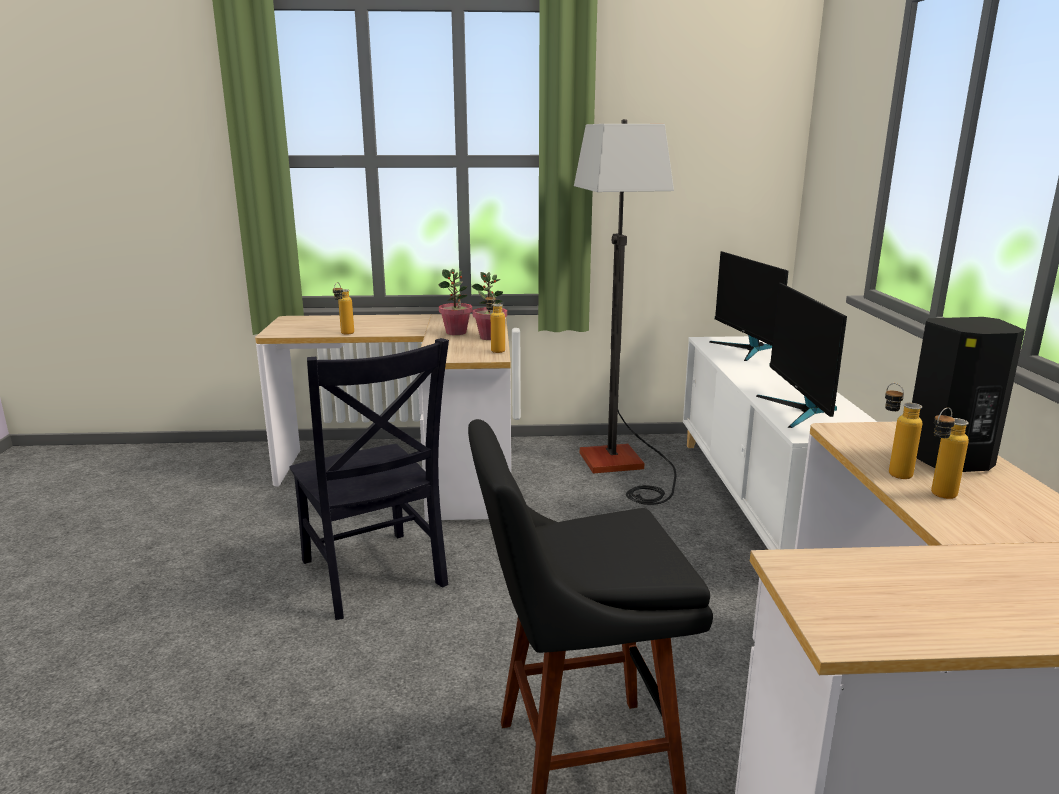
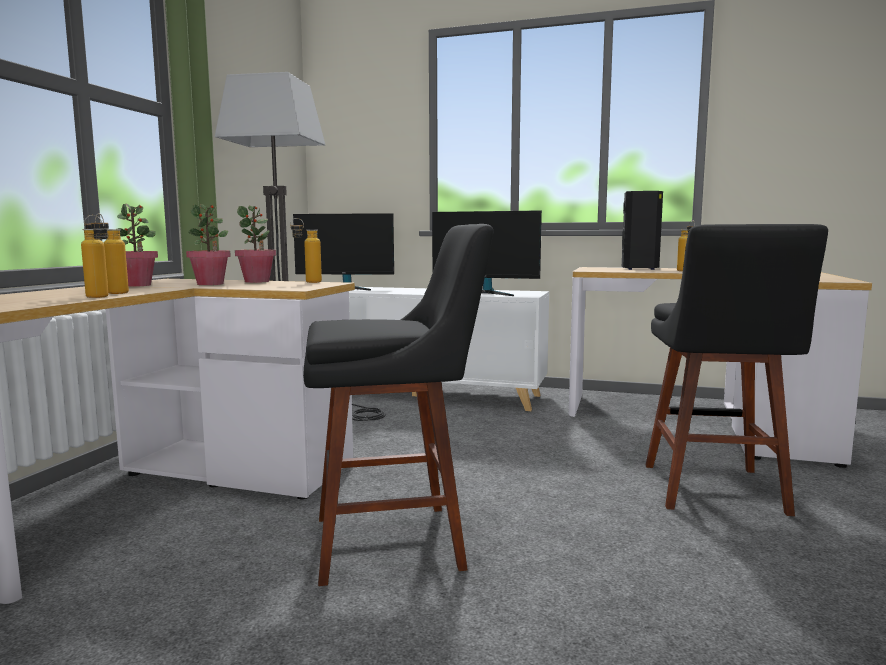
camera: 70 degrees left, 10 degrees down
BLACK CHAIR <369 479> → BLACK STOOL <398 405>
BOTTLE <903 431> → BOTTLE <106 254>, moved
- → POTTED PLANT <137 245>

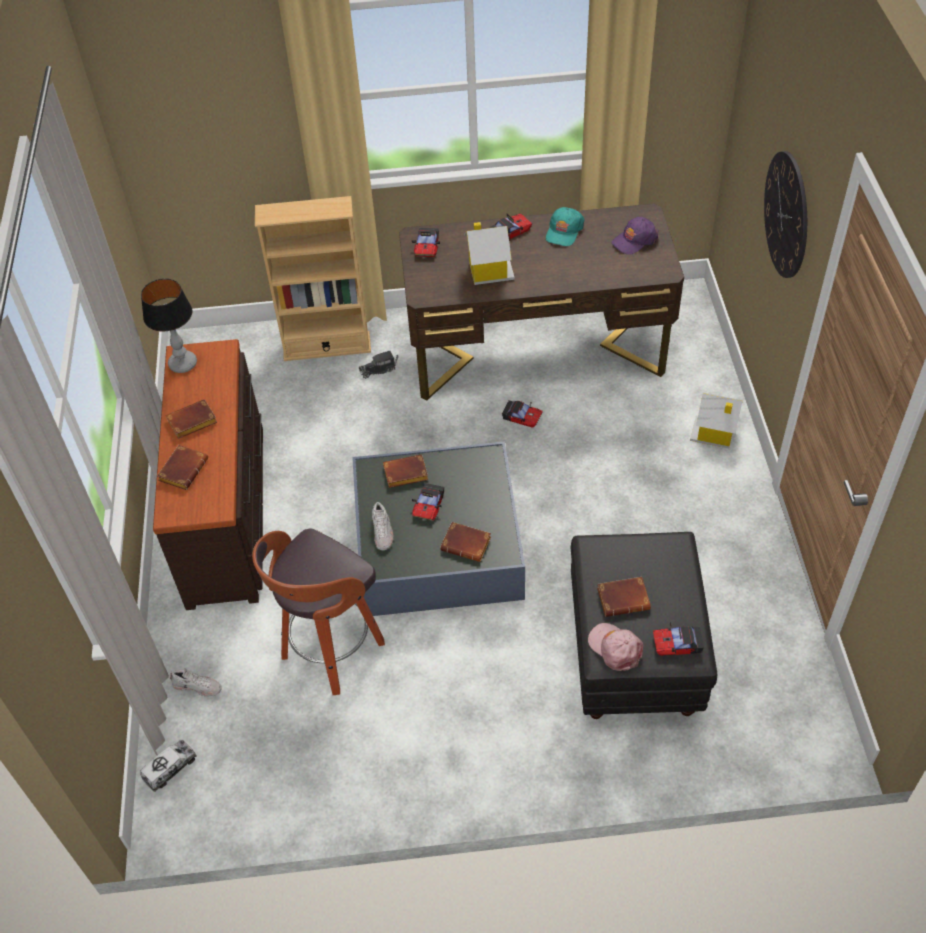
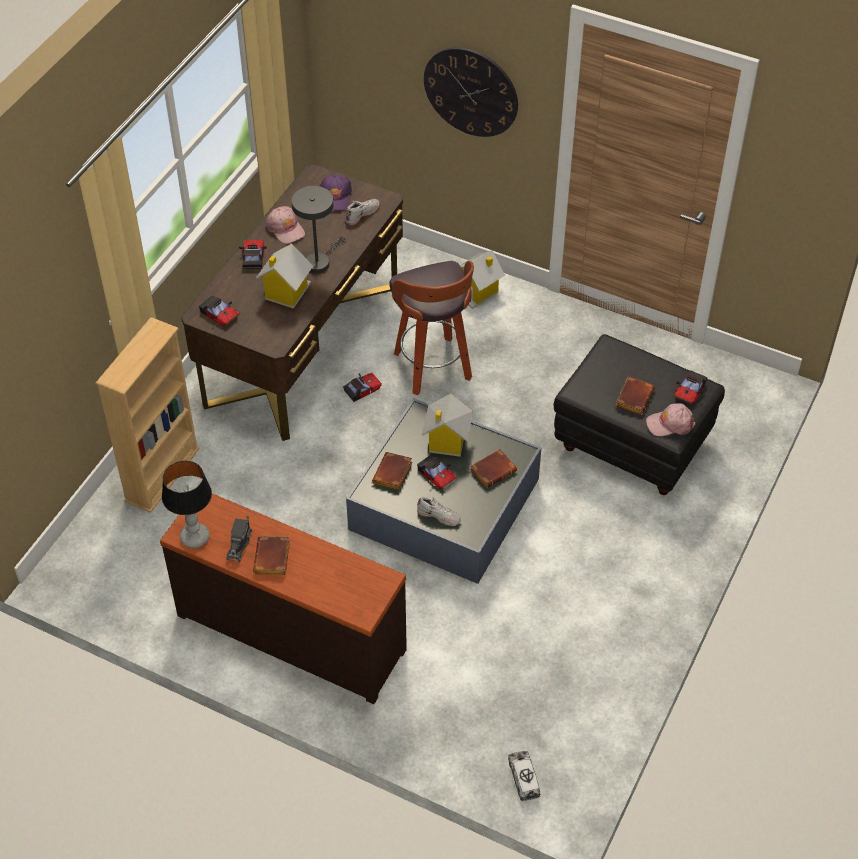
camera: 60 degrees left, 0 degrees up
TURQUOISE CAP <565 226> → PINK CAP <285 225>
TOY TRUCK <378 365> → TOY TRUCK <239 538>, moved
BROWN BOOK <182 467> → -
STOOL <318 611> → STOOL <431 328>, moved
WHITE SHOE <196 683> → WHITE SHOE <362 212>, moved
- → GREY TABLE LAMP <318 229>
- → TOY HOUSE <447 425>

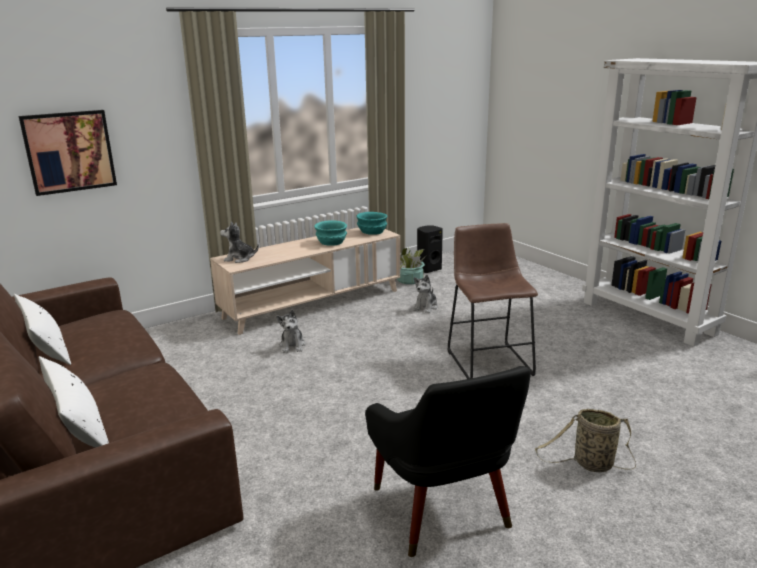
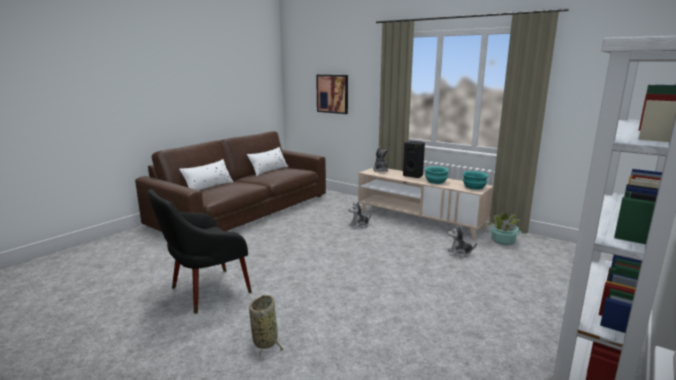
camera: 70 degrees right, 5 degrees down
BROWN STOOL <493 301> → -
BLACK SPEAKER <430 249> → BLACK SPEAKER <414 159>, moved

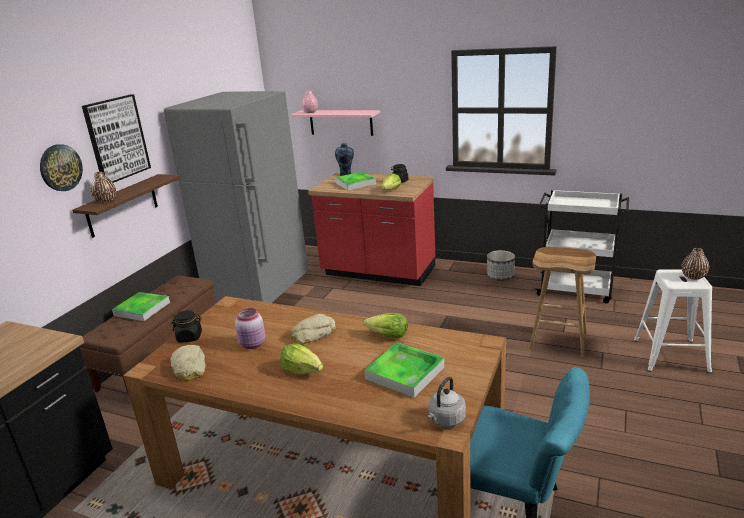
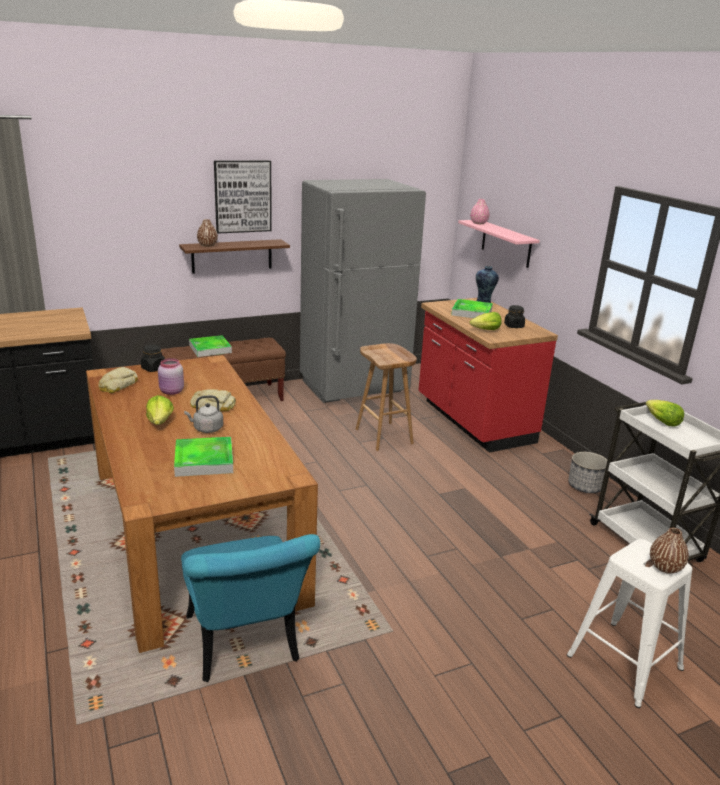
camera: 40 degrees right, 0 degrees up
WALL CLOCK <61 167> → -
BROWN STOOL <562 302> → BROWN STOOL <386 397>, moved
LETTUCE <386 325> → LETTUCE <665 413>, moved
GREY KETTLE <447 402> → GREY KETTLE <203 414>, moved

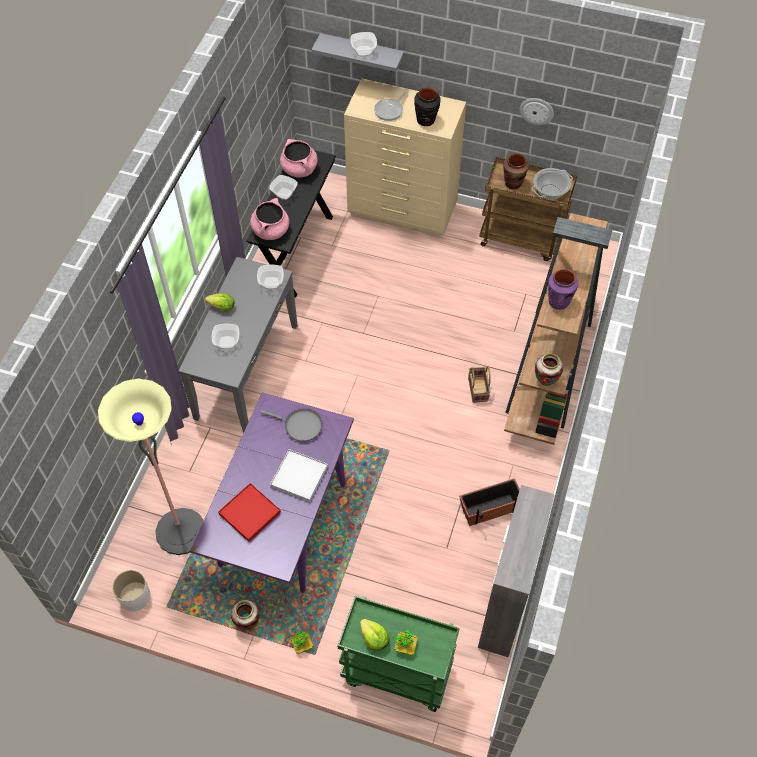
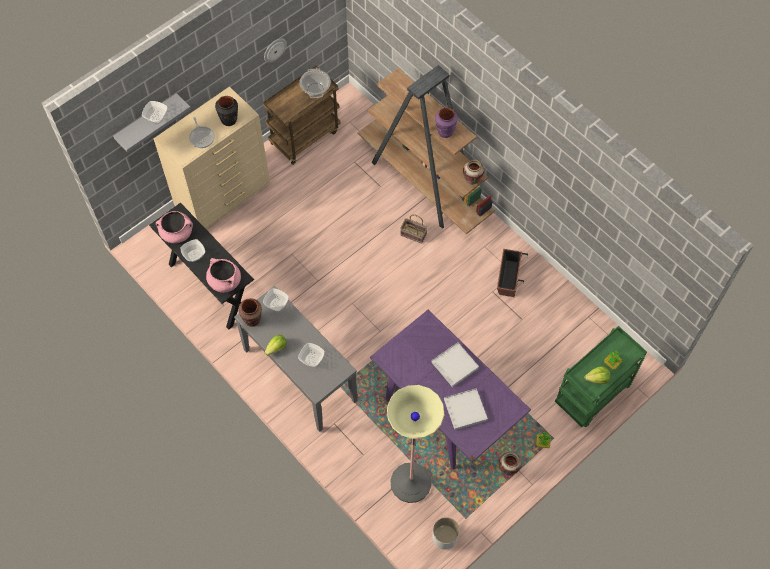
camera: 60 degrees left, 5 degrees up
BROWN VASE <516 171> → BROWN VASE <250 312>, moved
GREY FRYING PAN <291 425> → -
RED TRAY <249 512> → WHITE TRAY <466 409>
GREY CABINET <516 571> → -

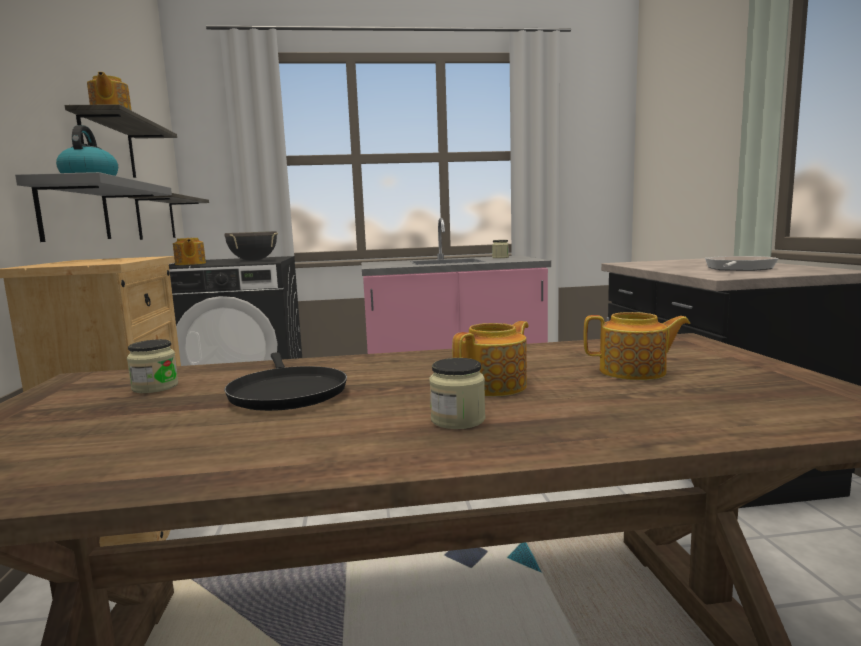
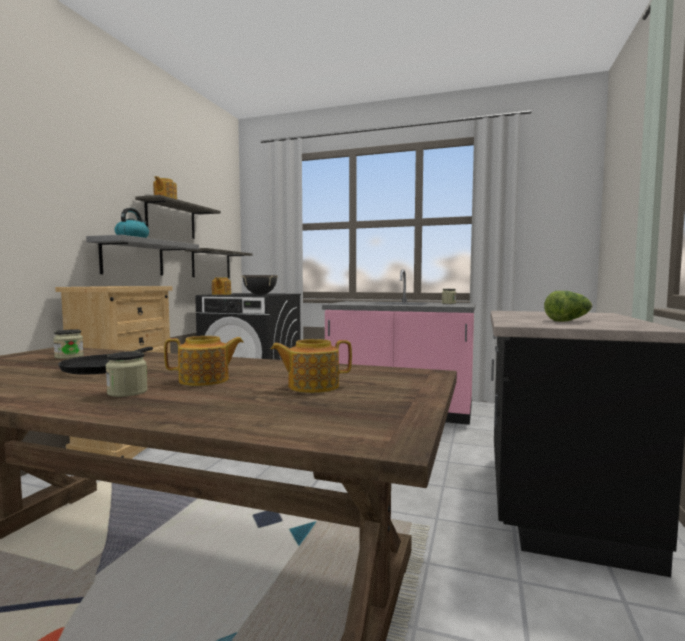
camera: 25 degrees right, 5 degrees down
FRYING PAN <742 263> → LETTUCE <568 306>
TEAPOT <636 346> → TEAPOT <311 366>, 135 degrees clockwise

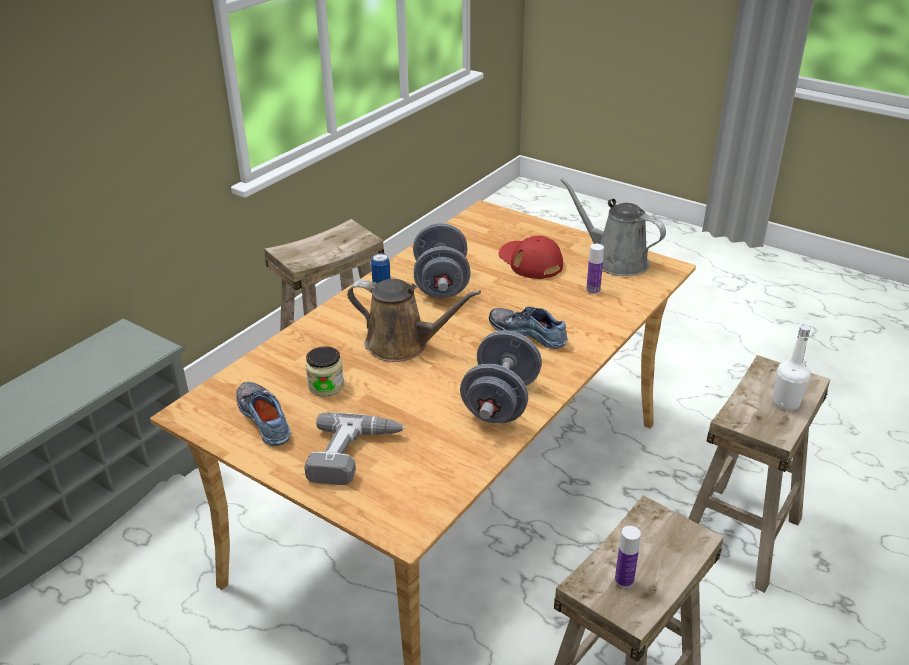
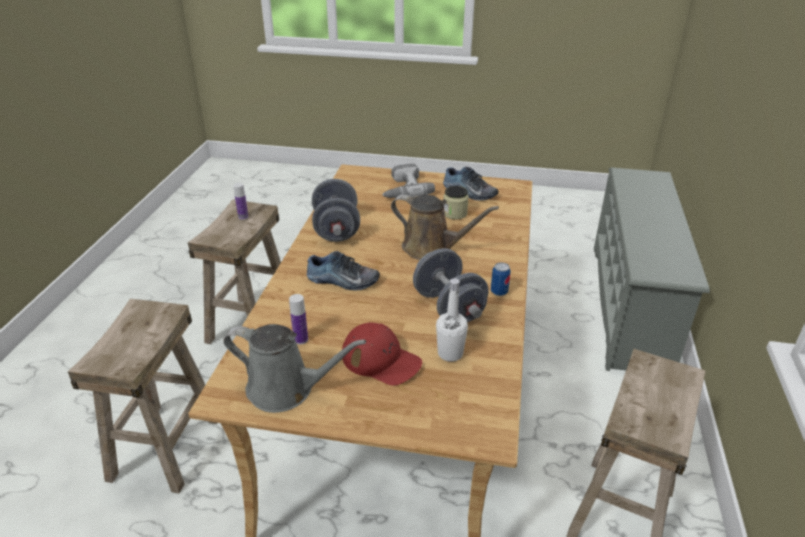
camera: 155 degrees right, 0 degrees up
BROWN WATERING CAN <414 320> → BROWN WATERING CAN <445 227>, 150 degrees counterclockwise
WHITE BOTTLE <792 367> → WHITE BOTTLE <452 320>, moved

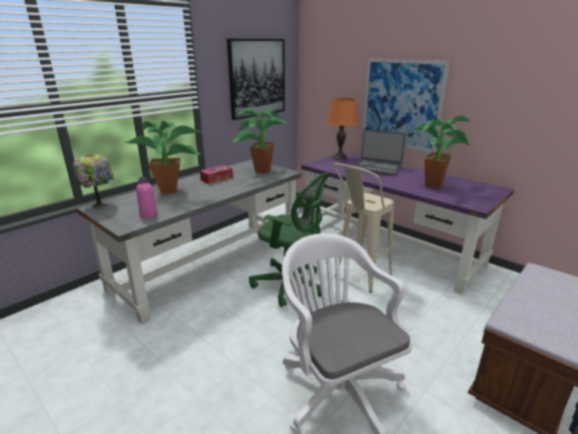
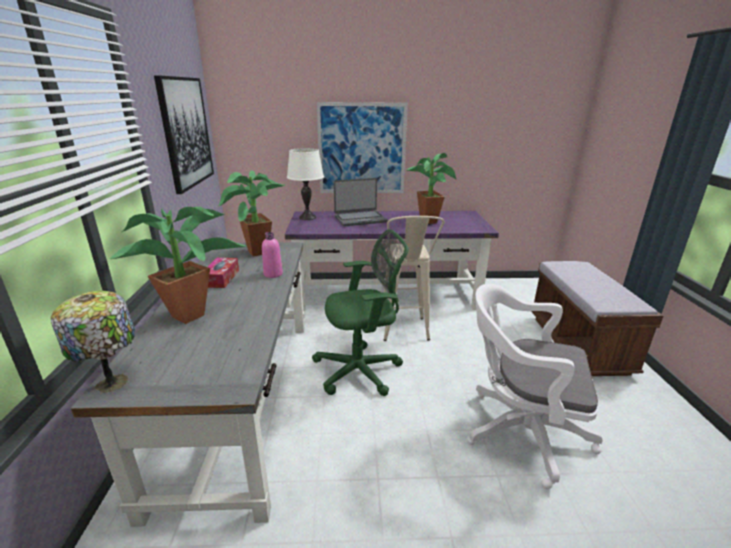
camera: 45 degrees left, 0 degrees up
ORANGE TABLE LAMP <342 129> → WHITE TABLE LAMP <305 184>
PINK BOTTLE <146 197> → PINK BOTTLE <272 255>, moved

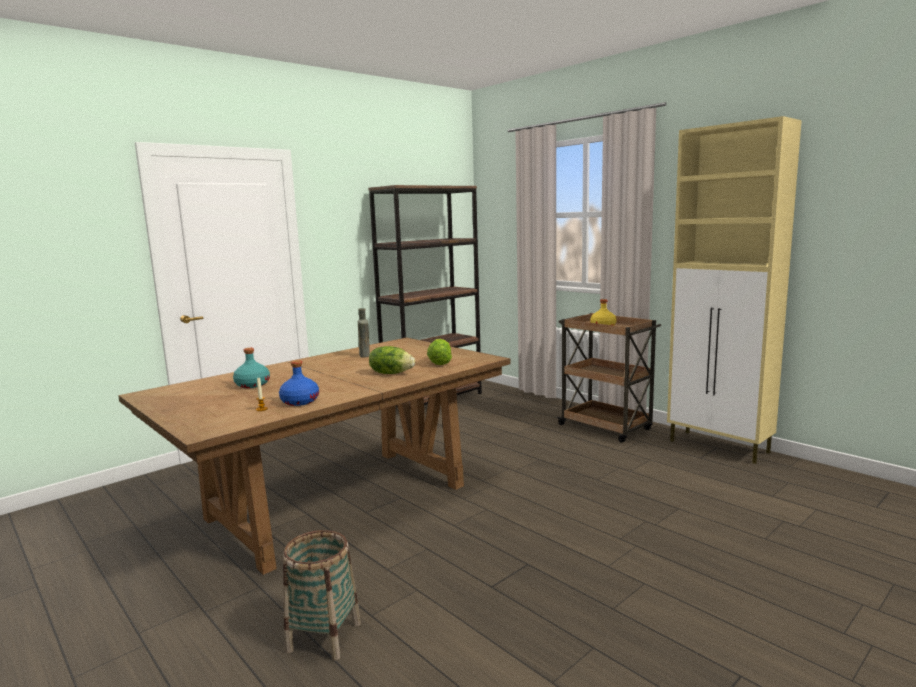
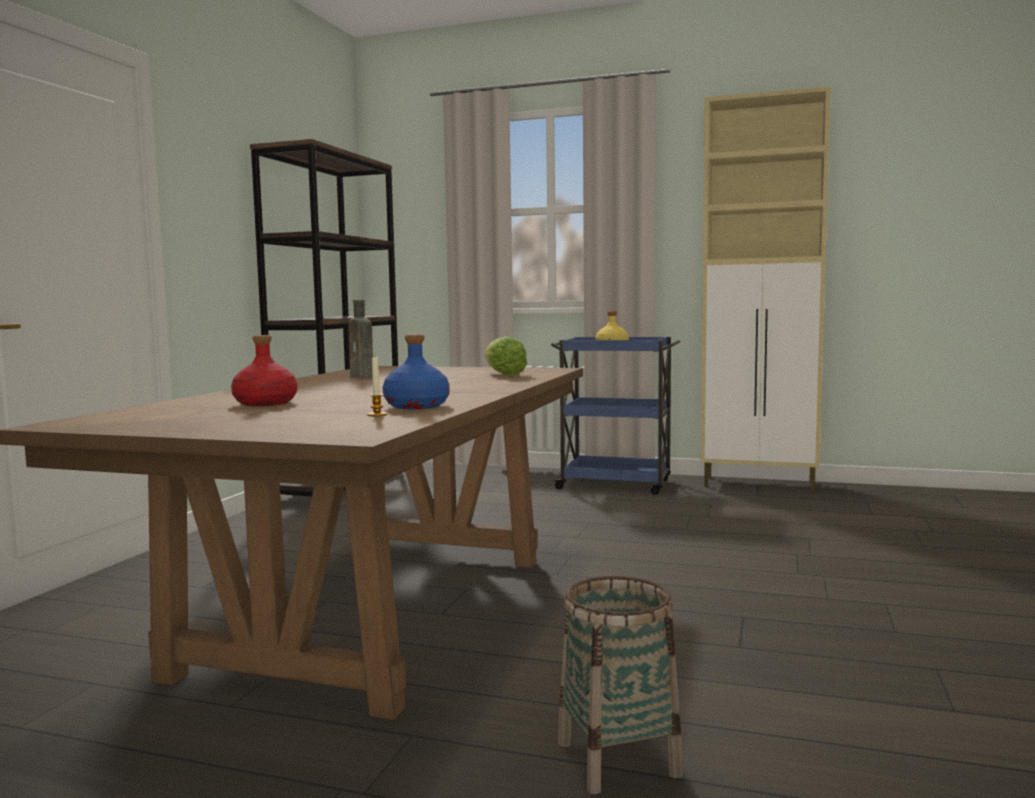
camera: 30 degrees left, 5 degrees down
BROWN CART <608 378> → BLUE CART <615 416>
LETTUCE <392 360> → -
TURQUOISE BOTTLE <251 368> → RED BOTTLE <264 370>

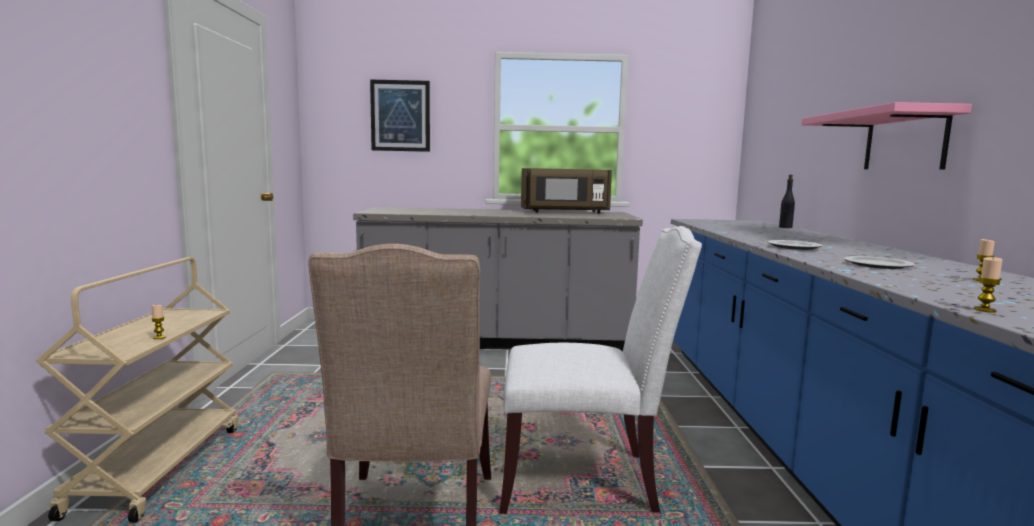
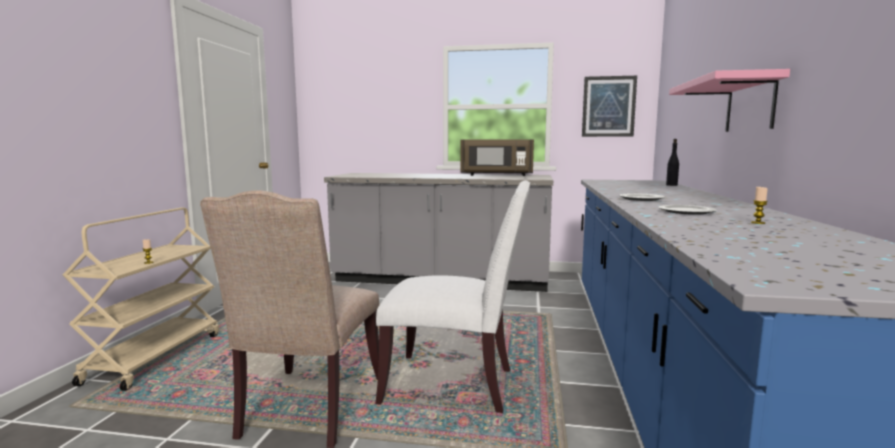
camera: 10 degrees right, 0 degrees up
PICTURE <400 116> → PICTURE <609 106>, moved
CANDLE <988 285> → -

